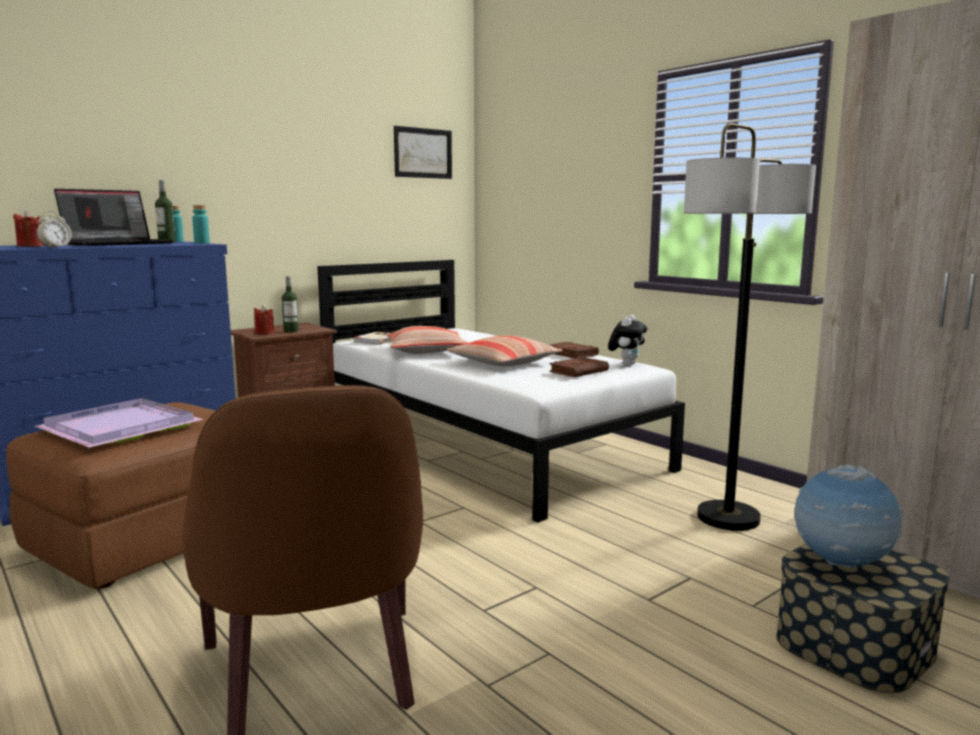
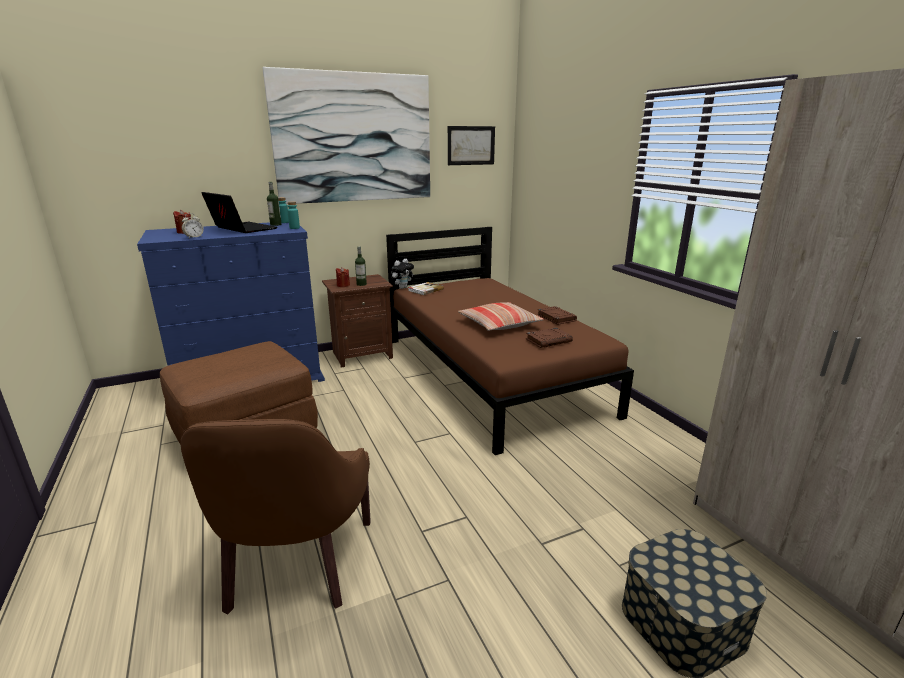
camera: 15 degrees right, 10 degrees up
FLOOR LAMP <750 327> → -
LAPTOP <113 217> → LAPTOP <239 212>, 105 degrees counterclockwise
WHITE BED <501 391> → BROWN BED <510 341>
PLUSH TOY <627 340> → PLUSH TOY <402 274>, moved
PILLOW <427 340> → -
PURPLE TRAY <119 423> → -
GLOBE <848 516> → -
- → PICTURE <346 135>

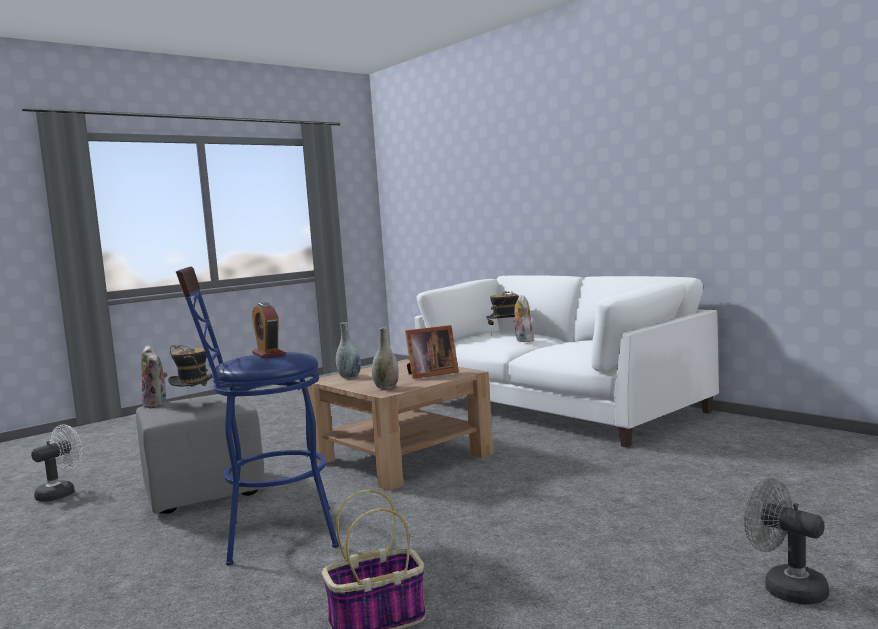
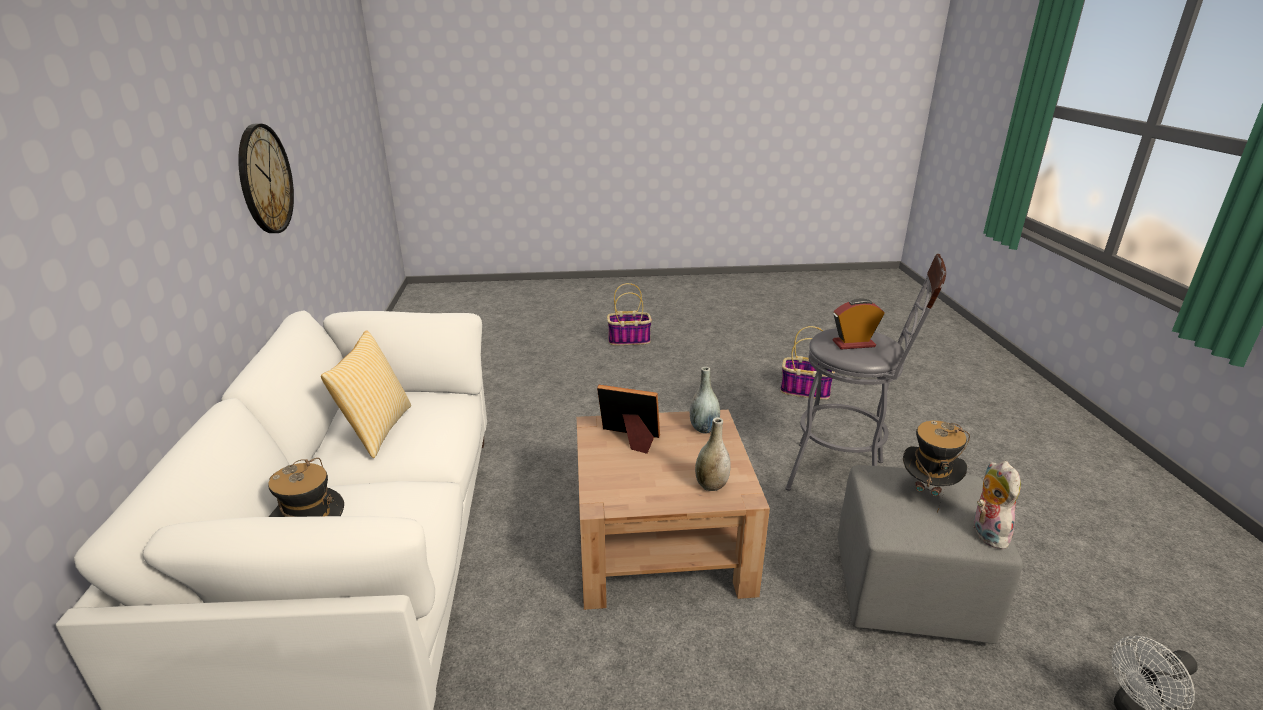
camera: 145 degrees left, 20 degrees up
BLUE STOOL <257 416> → GREY STOOL <865 372>
PLUSH TOY <523 318> → -
ALARM CLOCK <268 330> → ALARM CLOCK <858 324>, 105 degrees counterclockwise
GREY FAN <786 541> → BASKET <629 314>
- → WALL CLOCK <266 178>
- → PILLOW <366 394>

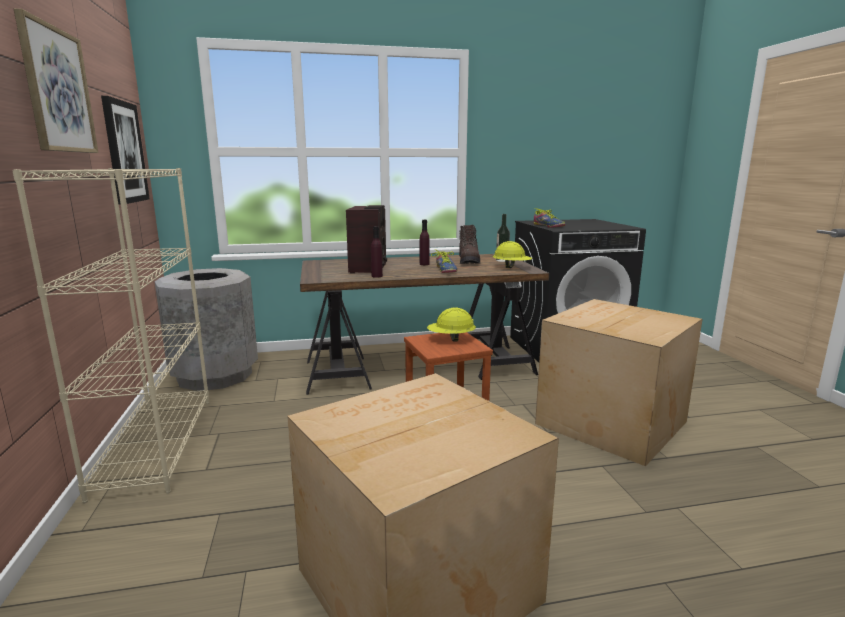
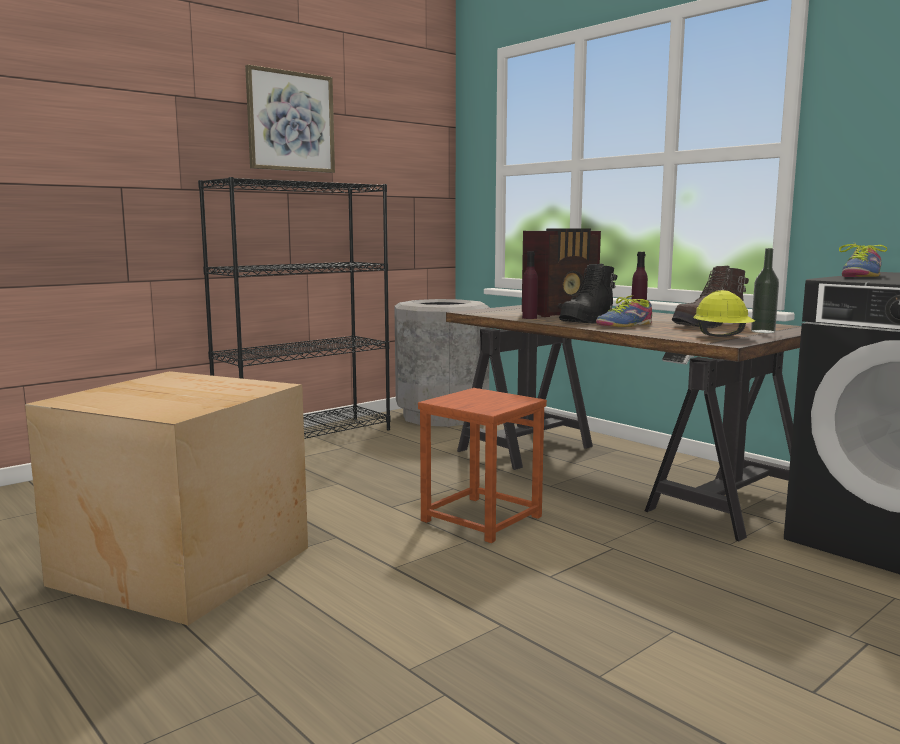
camera: 60 degrees right, 5 degrees down
PICTURE <125 150> → -
BEIGE BOOKCASE <110 335> → BLACK BOOKCASE <294 308>
CARDBOARD BOX <619 382> → -
YELLOW HARD HAT <451 324> → -
- → BLACK BOOT <588 294>

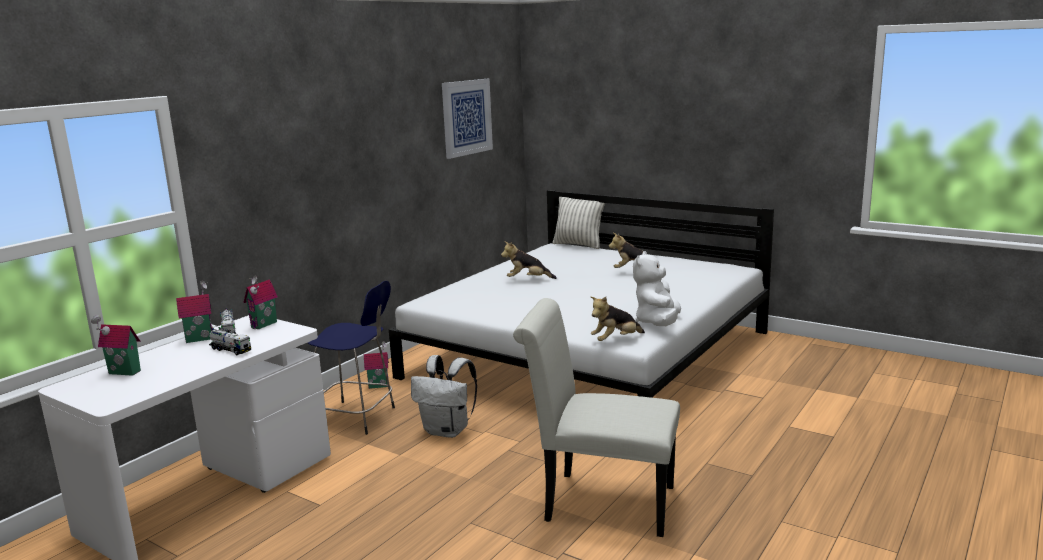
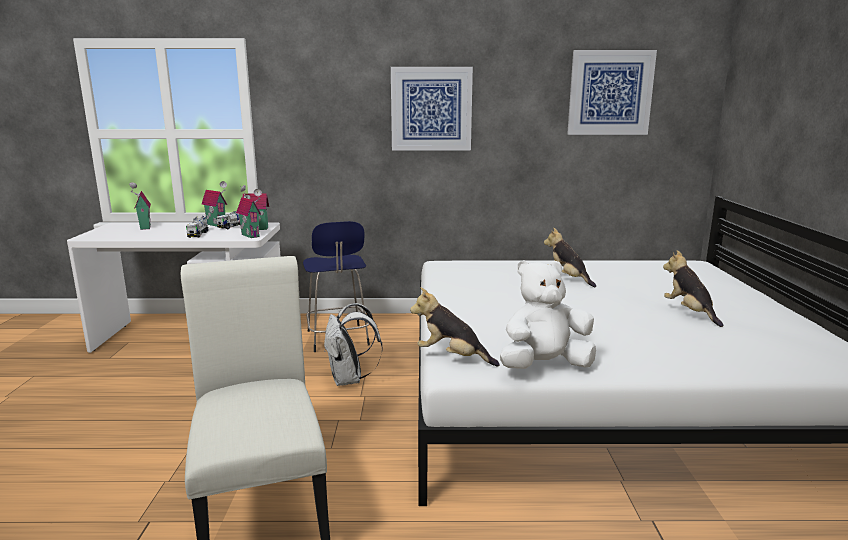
camera: 55 degrees right, 0 degrees up
PILLOW <579 223> → -
TOY HOUSE <376 365> → TOY HOUSE <249 213>, moved
- → PICTURE <432 108>

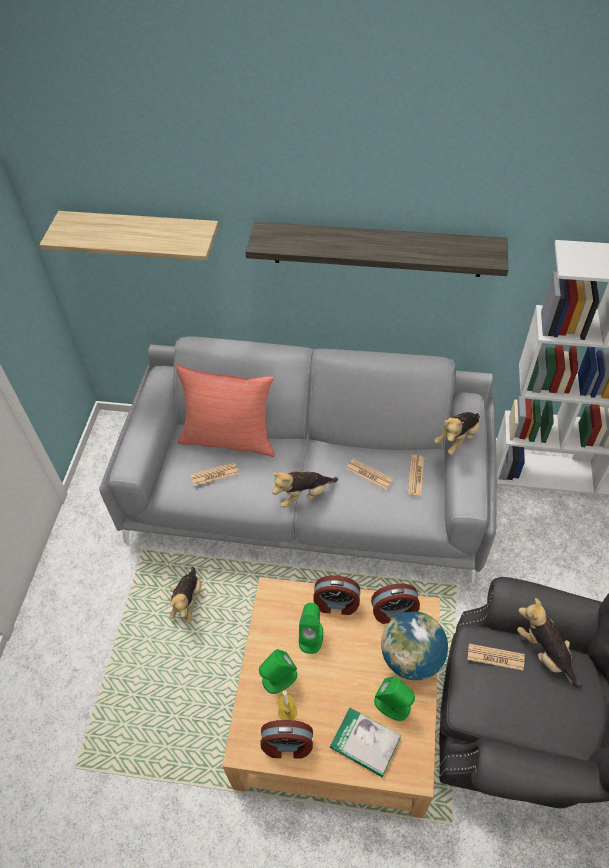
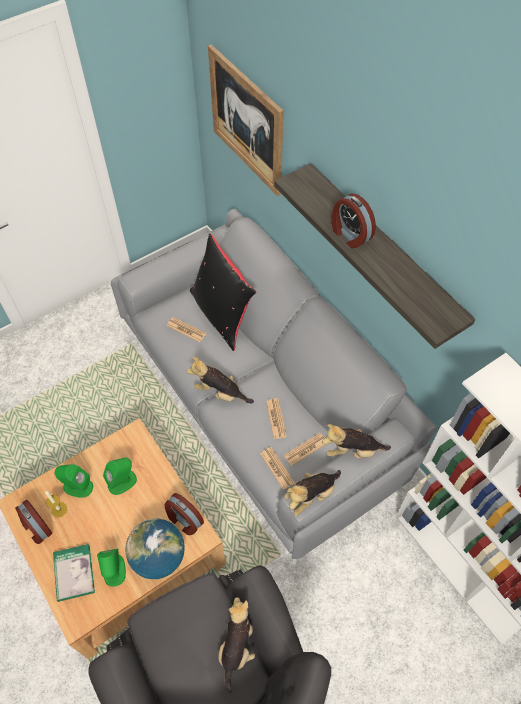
camera: 45 degrees right, 5 degrees up
SHELF <129 236> → PICTURE <246 120>
RED PILLOW <225 411> → BLACK PILLOW <223 292>
PLUSH TOY <185 595> → PLUSH TOY <313 493>, moved
ALARM CLOCK <336 595> → ALARM CLOCK <354 220>, moved
NEWSPAPER <496 657> → NEWSPAPER <277 468>, moved

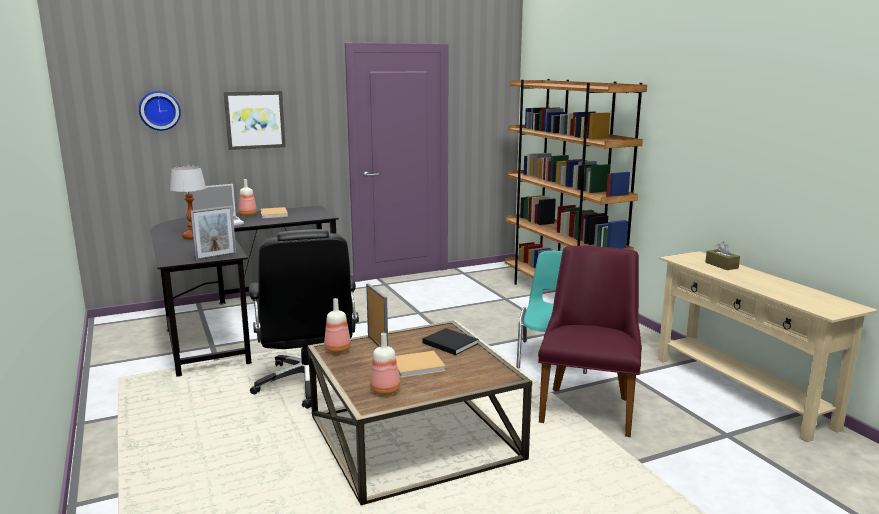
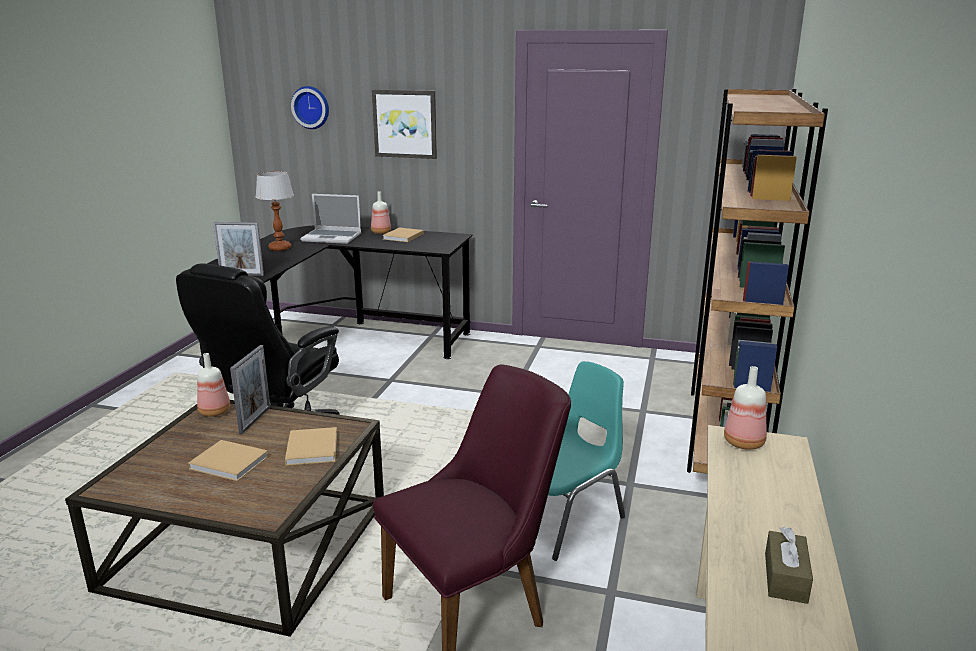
camera: 40 degrees right, 5 degrees up
BROWN TISSUE BOX <722 256> → BROWN TISSUE BOX <789 565>, moved
BLACK BOOK <450 341> → BEIGE BOOK <311 446>
BOTTLE <385 364> → BOTTLE <745 408>, moved

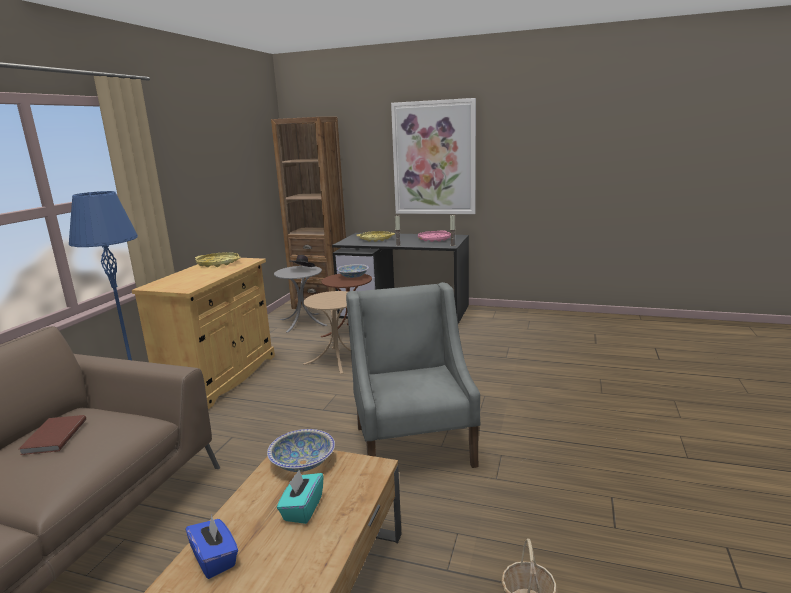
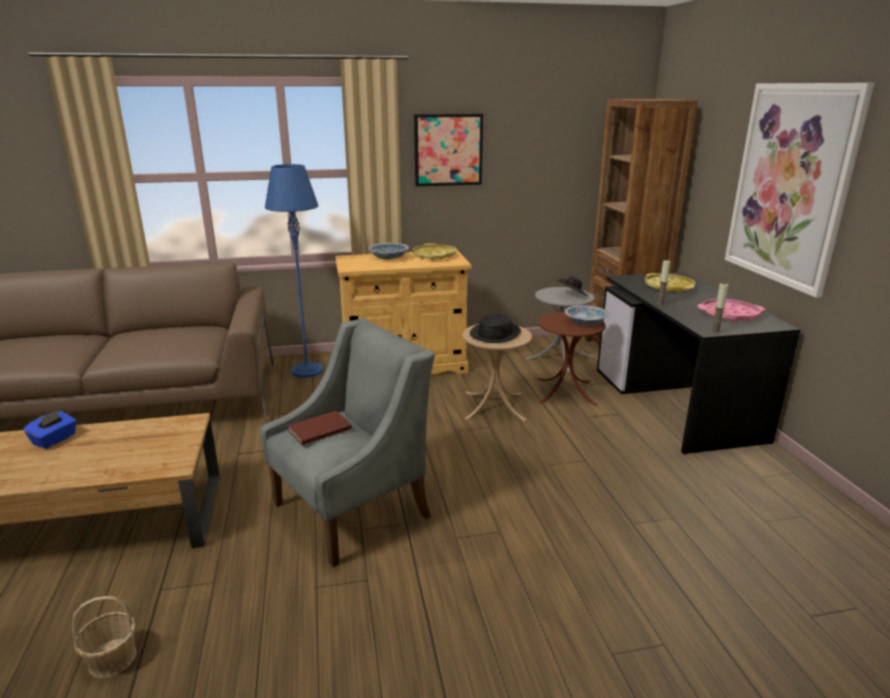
camera: 60 degrees right, 5 degrees up
BROWN BOOK <52 435> → BROWN BOOK <320 428>, moved
BOWL <301 450> → BOWL <388 251>, moved
TURQUOISE TISSUE BOX <300 497> → -
- → PICTURE <448 150>
- → BLACK HAT <495 328>

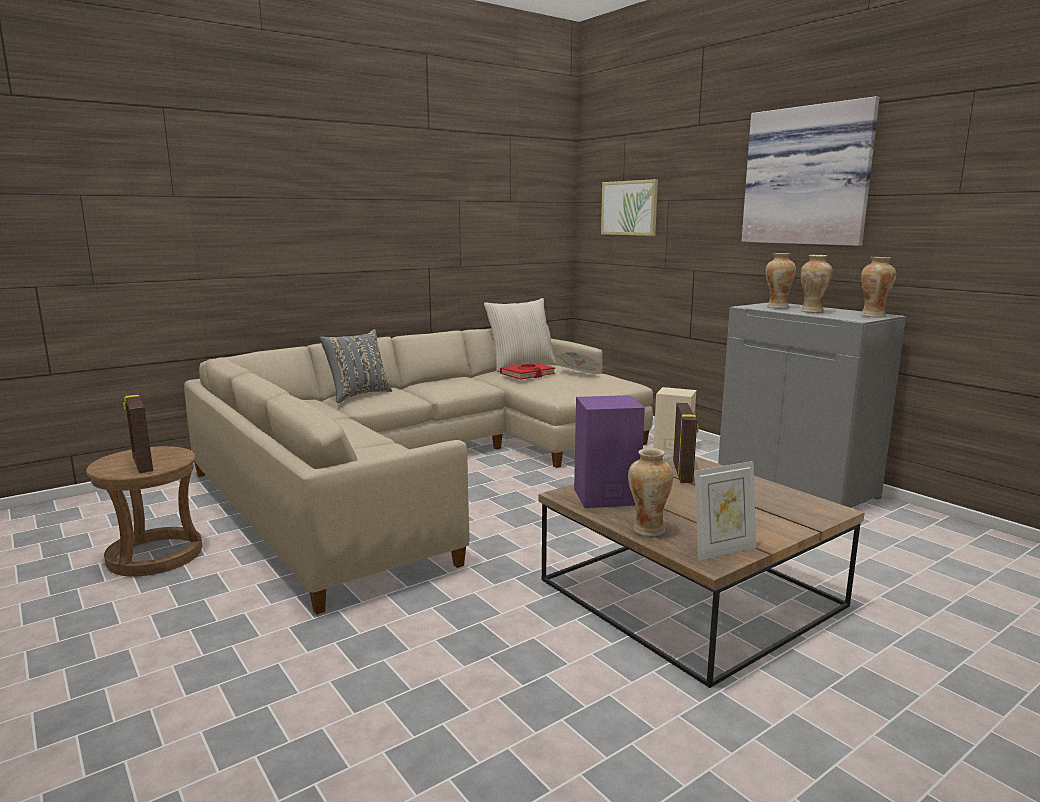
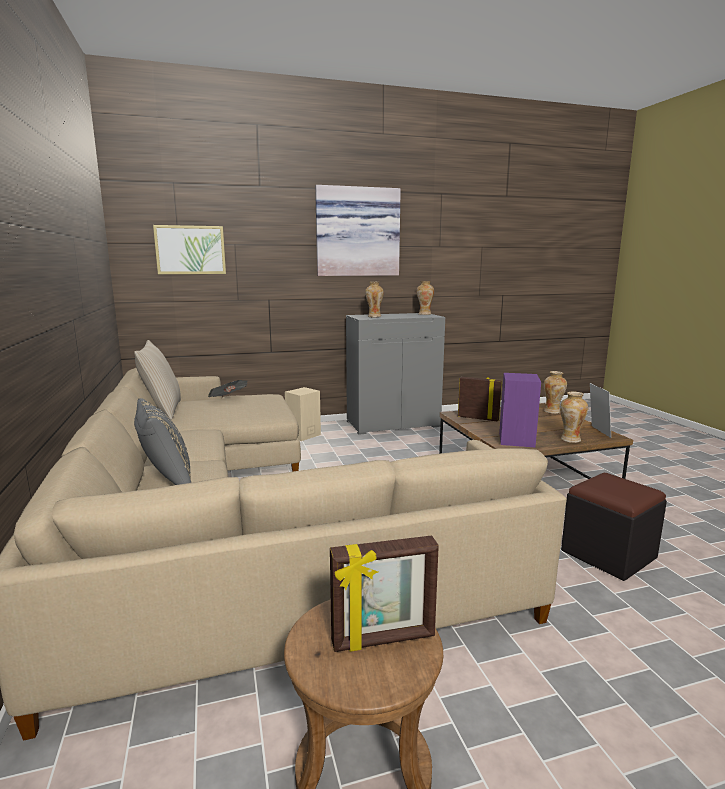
camera: 70 degrees left, 0 degrees up
VASE <816 284> → VASE <555 392>, moved
RED BOOK <527 371> → -
- → BLACK OTTOMAN <614 527>

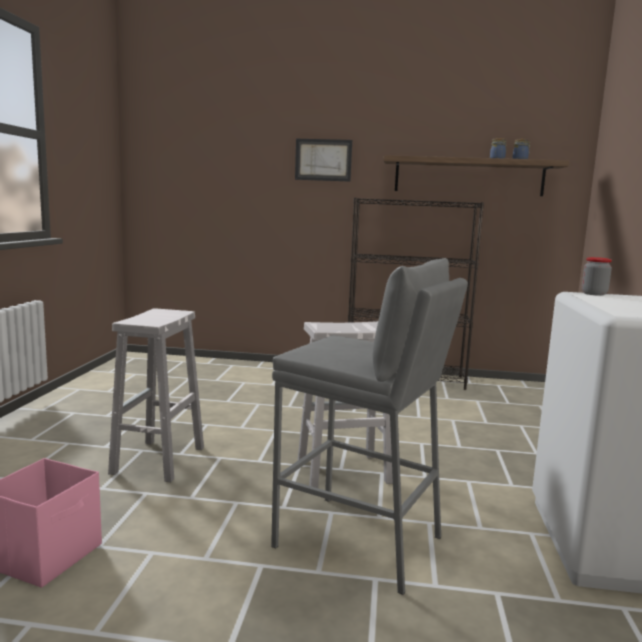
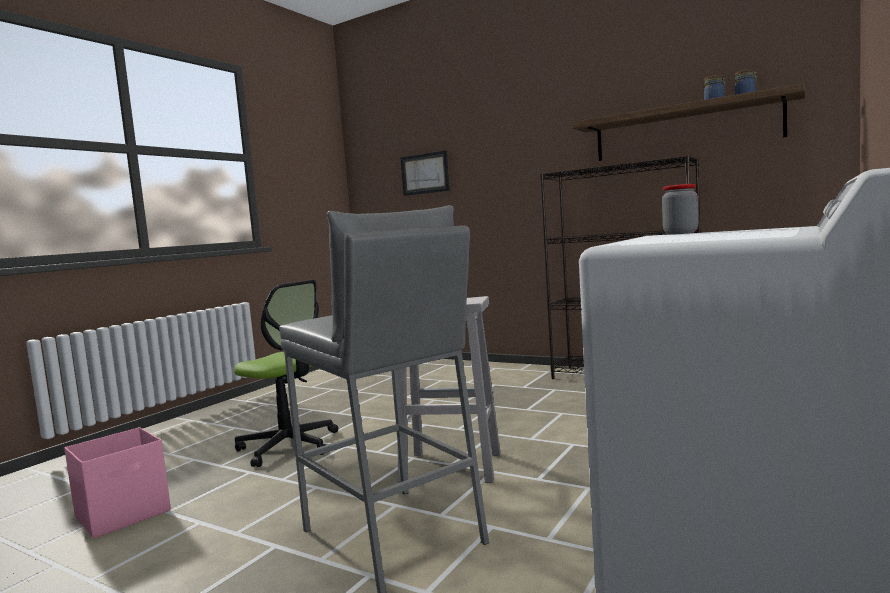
camera: 25 degrees right, 5 degrees down
PICTURE <323 160> → PICTURE <425 173>, moved
WHITE STOOL <156 395> → OFFICE CHAIR <286 373>

